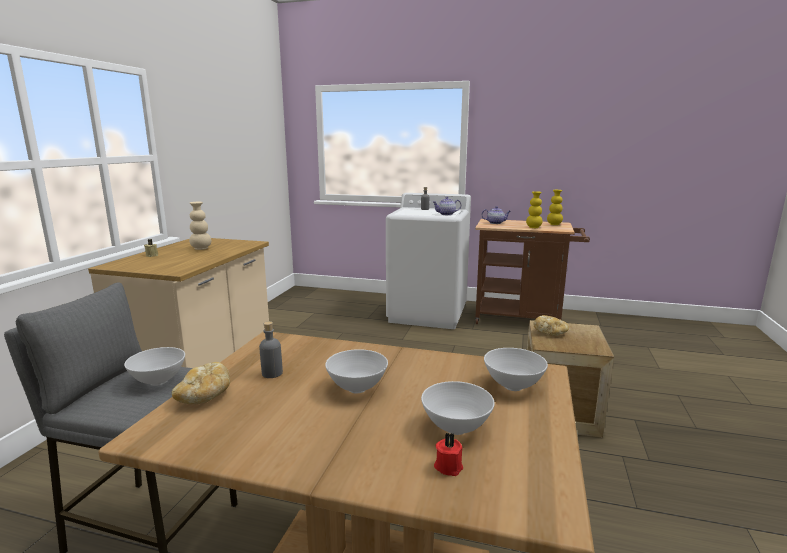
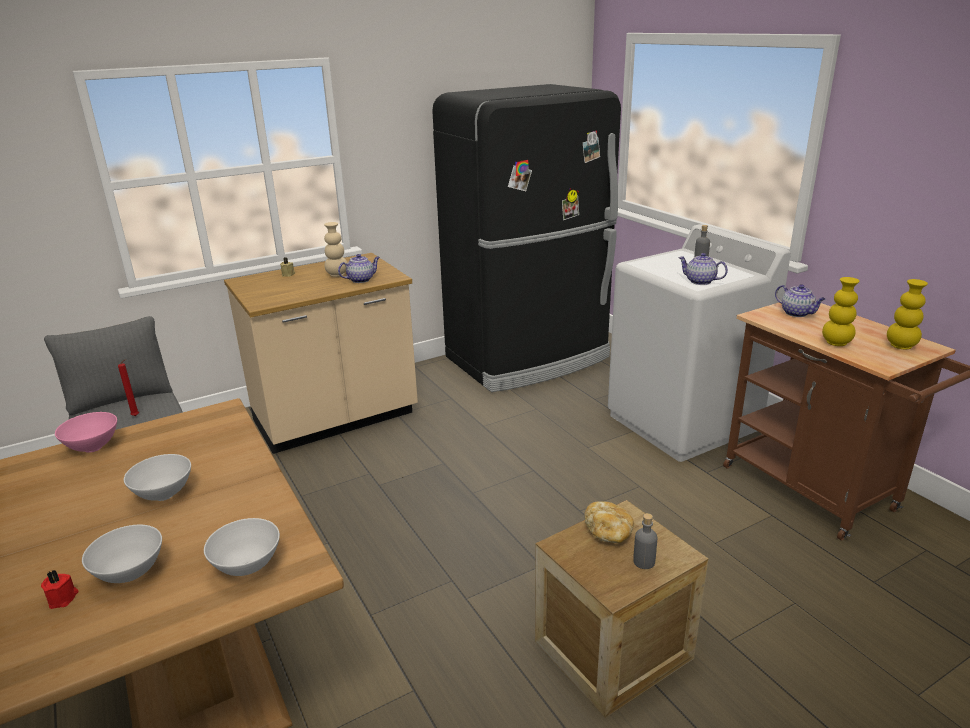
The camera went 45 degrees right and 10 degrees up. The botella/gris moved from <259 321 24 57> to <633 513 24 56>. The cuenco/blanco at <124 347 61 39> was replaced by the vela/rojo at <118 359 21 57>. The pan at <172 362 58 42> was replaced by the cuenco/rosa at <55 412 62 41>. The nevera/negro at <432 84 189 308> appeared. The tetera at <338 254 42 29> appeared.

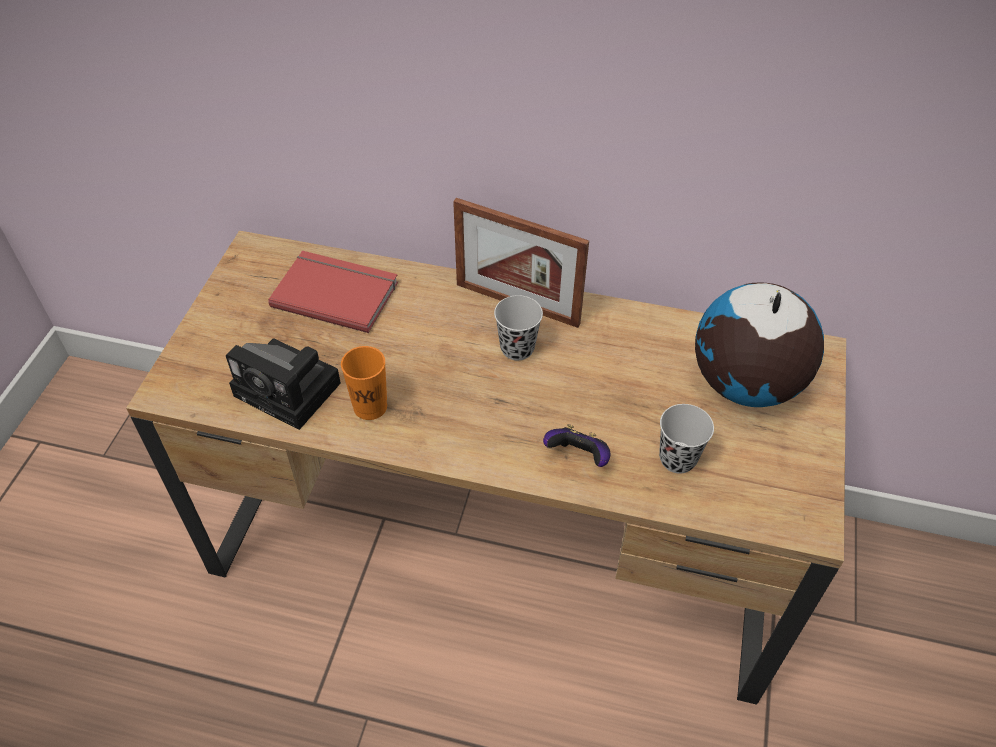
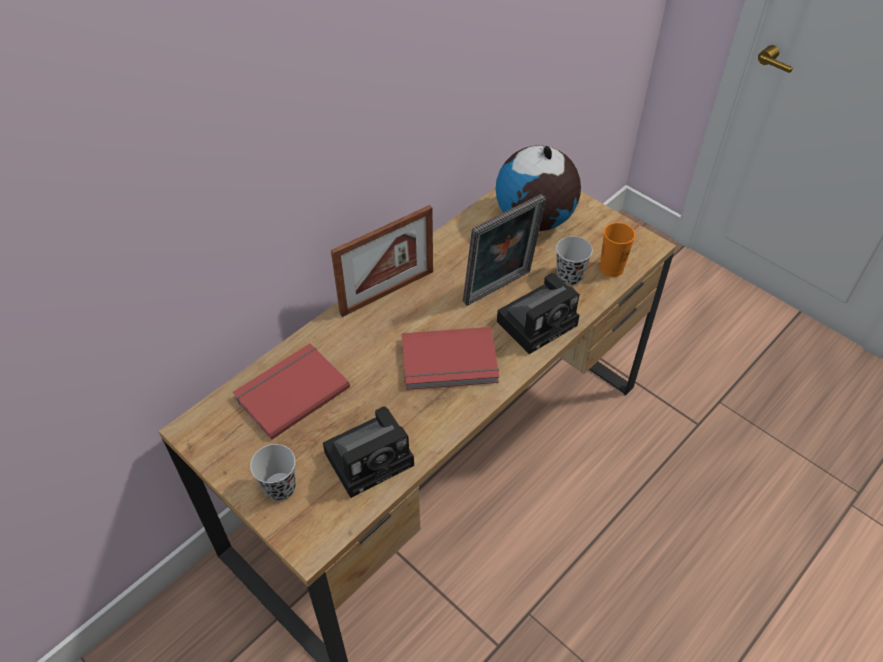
The camera went 60 degrees left and 0 degrees up. The taza/negro moved from <494 295 49 65> to <250 444 46 57>. The taza/naranja moved from <341 346 46 74> to <600 222 35 55>. The mando de consola at <543 424 68 43> was replaced by the cámara at <497 273 83 81>. The portarretratos at <463 194 83 112> appeared. The libro/rojo at <402 327 97 63> appeared.

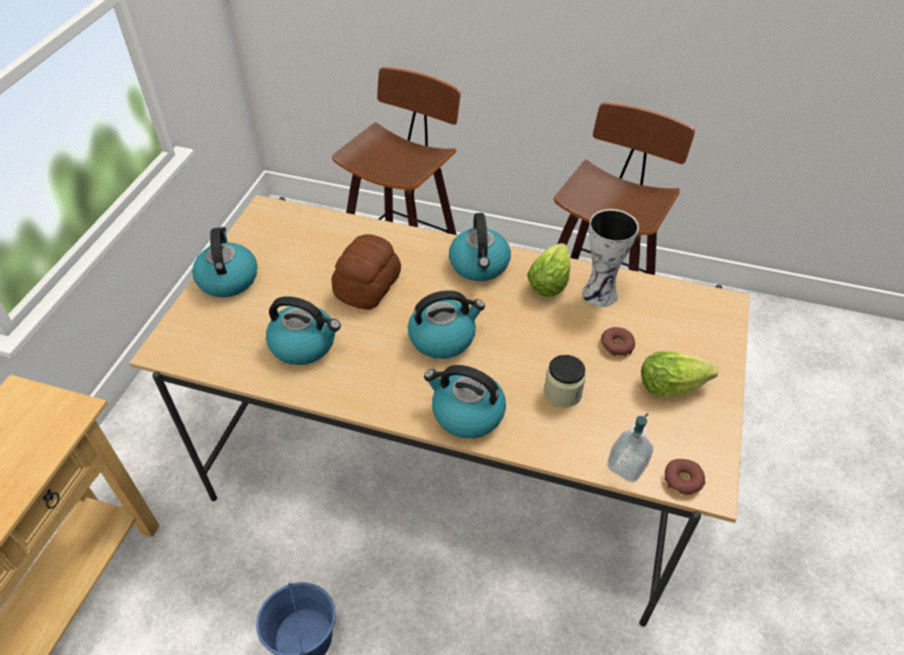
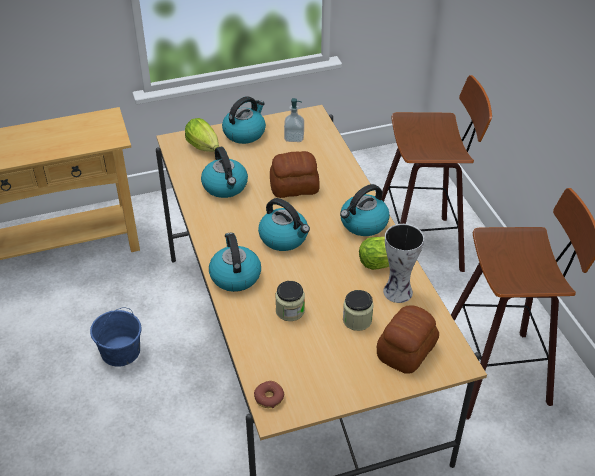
The camera went 55 degrees right and 5 degrees down. The rosquilla at <601 327 34 29> was replaced by the tarro at <343 290 31 41>. The lechuga moved from <641 351 77 45> to <185 118 34 34>. The dispensador de jabón moved from <607 413 46 69> to <284 98 20 44>. The pan at <377 306 62 68> appeared.

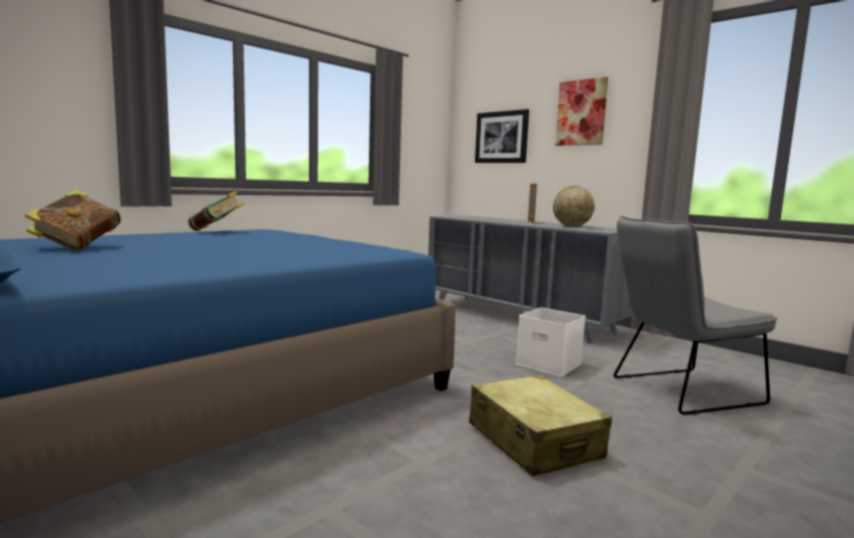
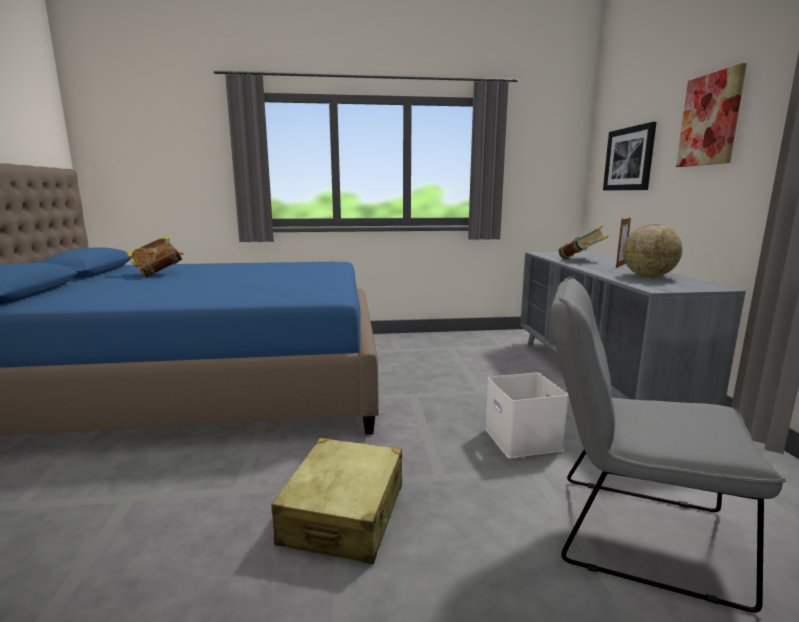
The camera went 40 degrees right and 5 degrees up. The libro moved from <188 191 56 40> to <558 226 51 33>.

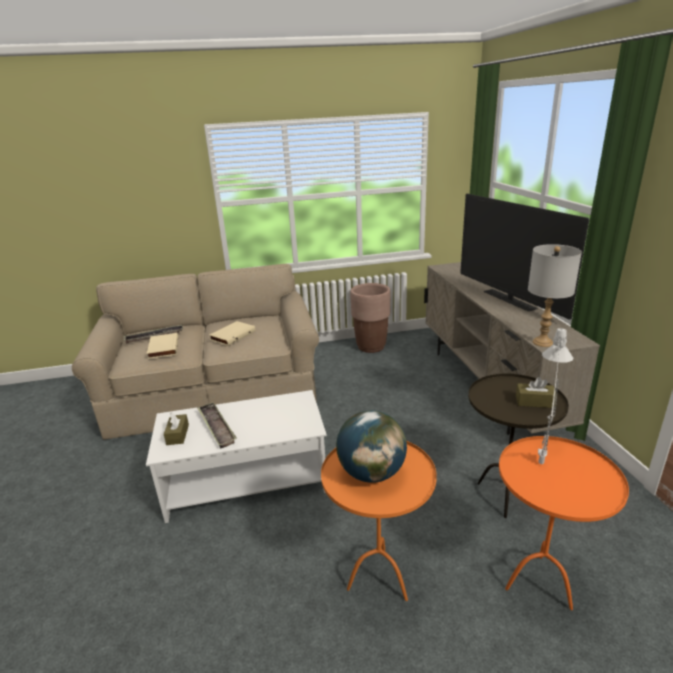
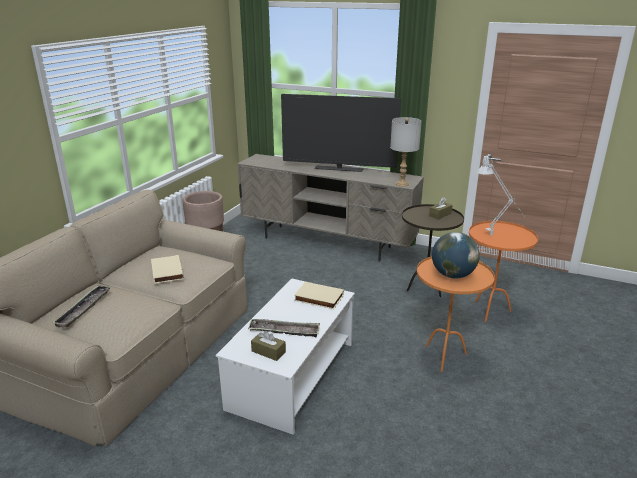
The camera went 55 degrees left and 0 degrees up. The libro/beis moved from <147 333 31 26> to <294 282 50 27>.

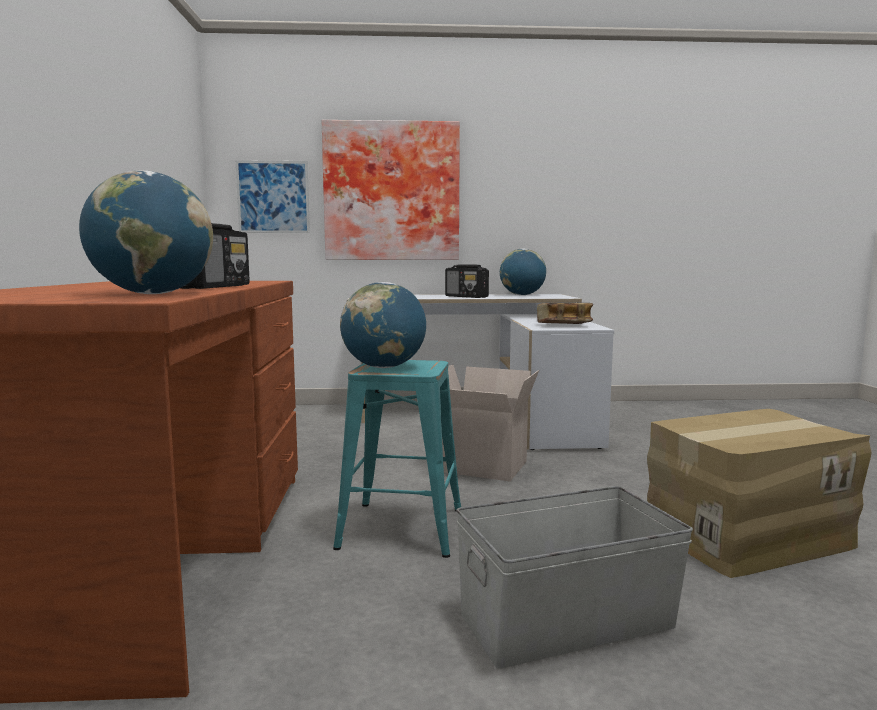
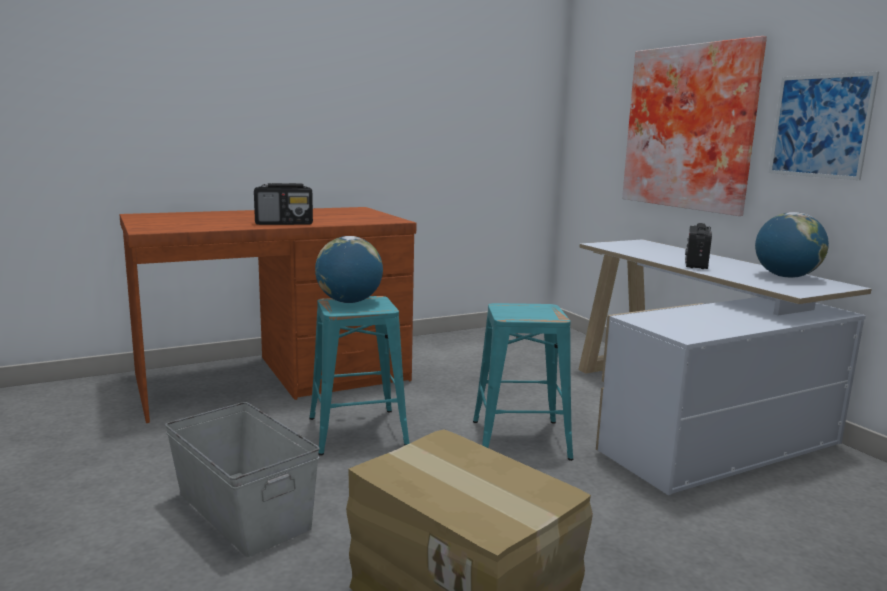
The camera went 65 degrees right and 5 degrees up. The cuadro moved from <236 160 74 73> to <769 72 110 108>. The globo terráqueo at <79 171 134 123> disappeared. The libro at <537 303 56 21> disappeared. The caja de cartón at <442 365 97 116> was replaced by the taburete/turquesa at <473 303 100 158>.

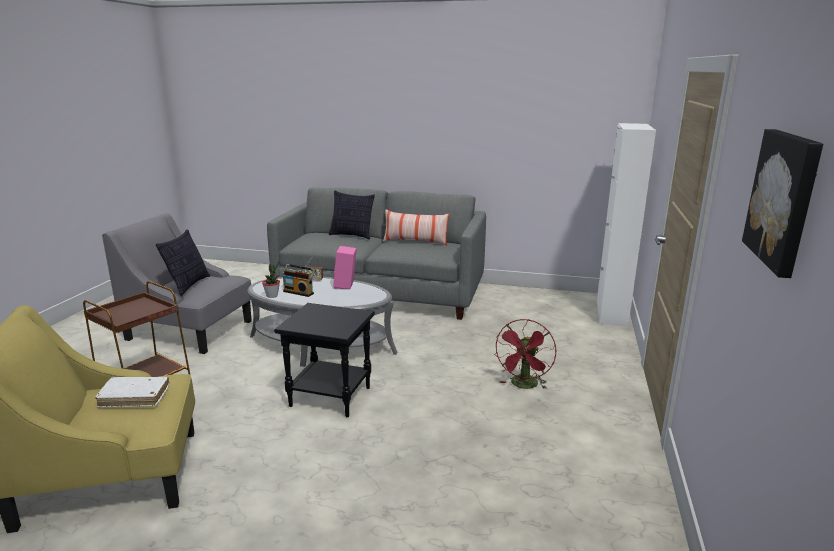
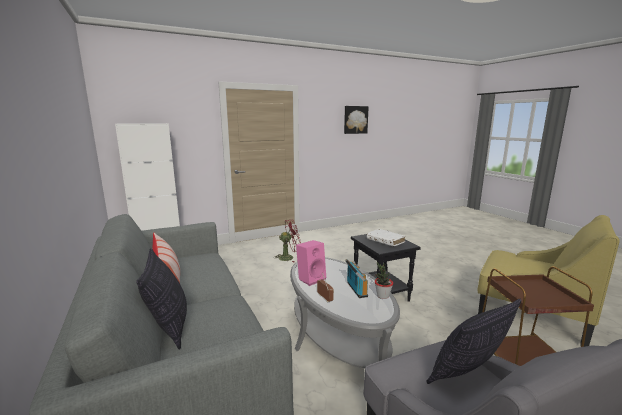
The camera went 130 degrees left and 5 degrees down. The libro/blanco moved from <95 377 74 31> to <367 229 38 17>.

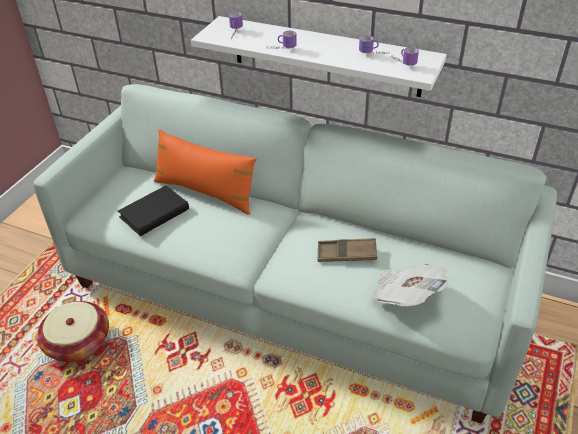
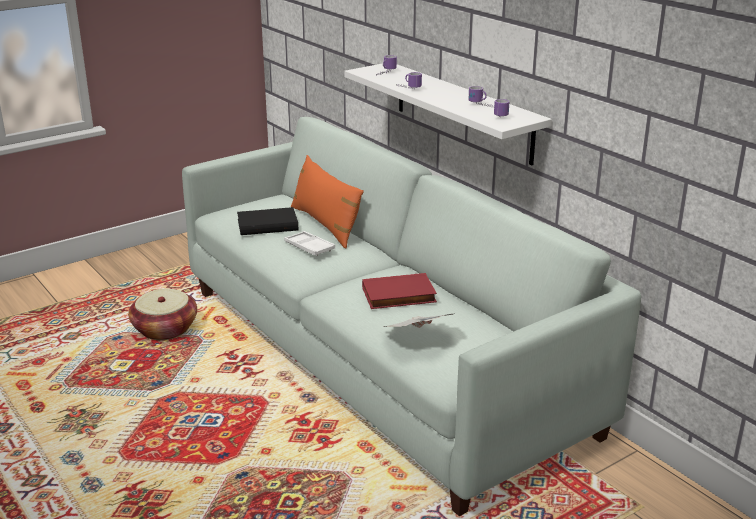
The camera went 30 degrees right and 15 degrees down. The bandeja/marrón at <318 238 59 24> was replaced by the libro/rojo at <362 273 75 36>. The bandeja/blanco at <284 231 51 25> appeared.

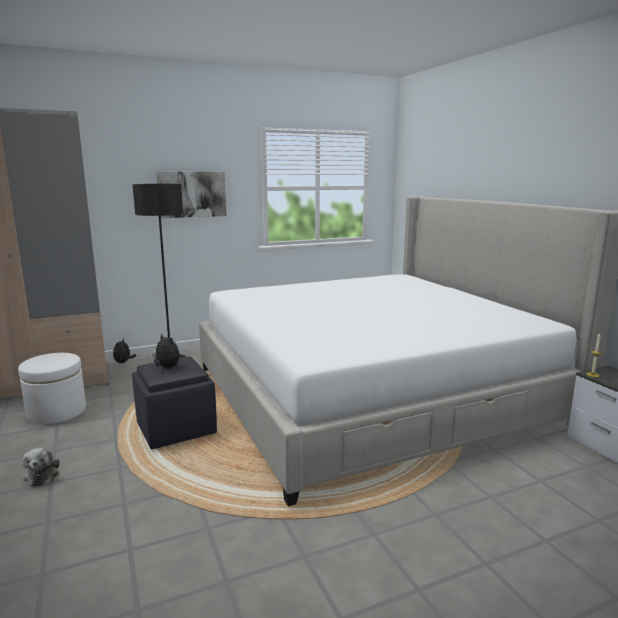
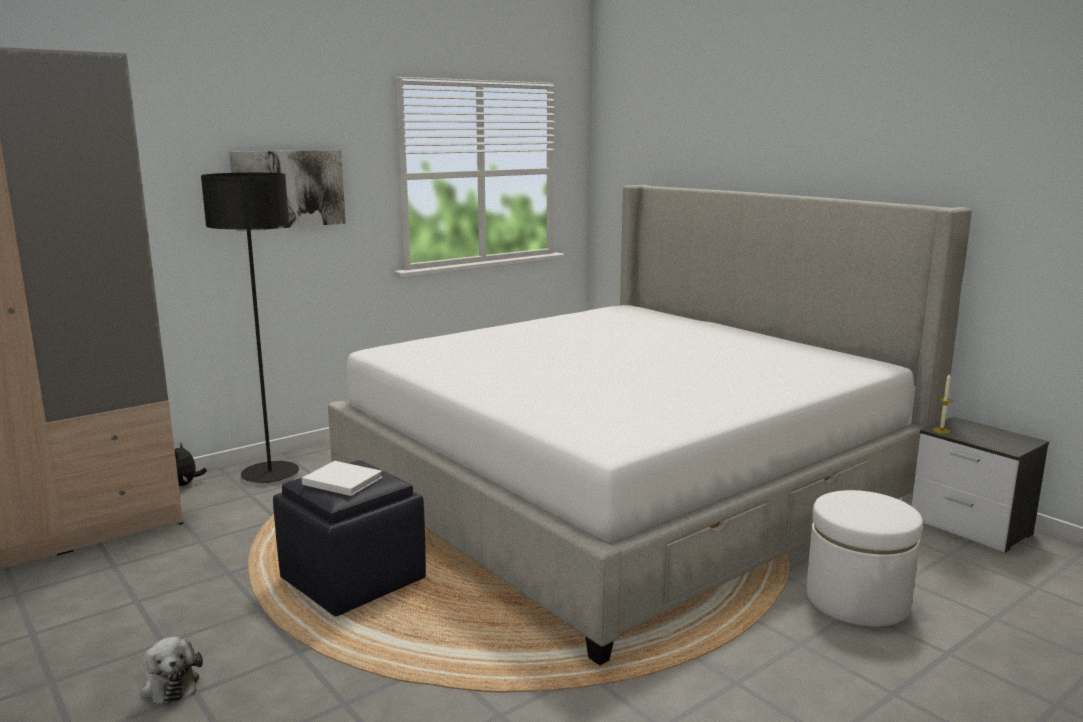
The camera went 15 degrees left and 0 degrees up. The peluche at <152 333 28 35> was replaced by the libro/blanco at <302 461 81 35>. The puf/blanco moved from <18 353 68 71> to <806 490 117 137>.

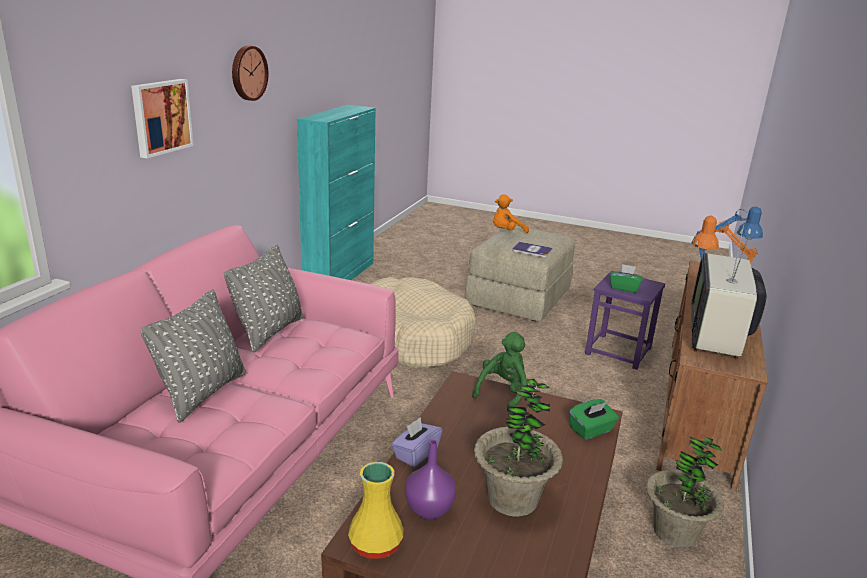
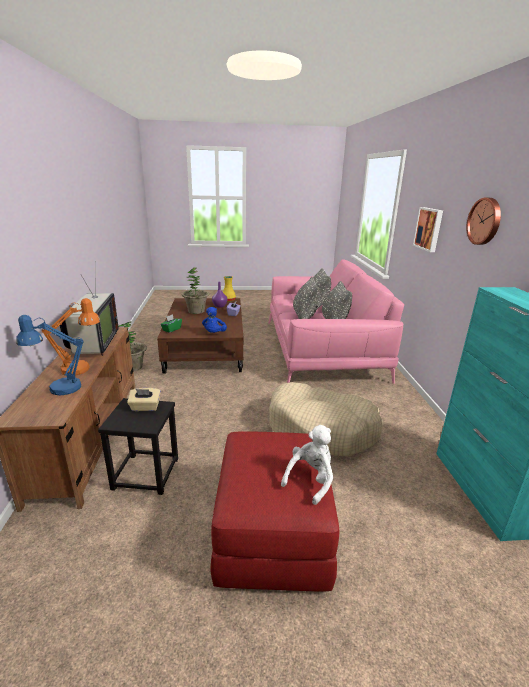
The camera went 155 degrees right and 0 degrees up. The peluche/naranja at <493 194 36 39> became the peluche/blanco at <281 425 52 80>. The puf/beis at <465 226 110 96> became the puf/rojo at <210 431 129 161>. The libro at <512 242 41 16> disappeared. The caja de pañuelos/verde at <610 264 33 29> became the caja de pañuelos/beis at <127 388 34 23>. The taburete/morado at <585 271 80 99> became the taburete/negro at <98 398 80 97>. The peluche/verde at <472 332 56 81> became the peluche/azul at <202 307 25 26>. The cojín/gris at <293 277 27 42> appeared.

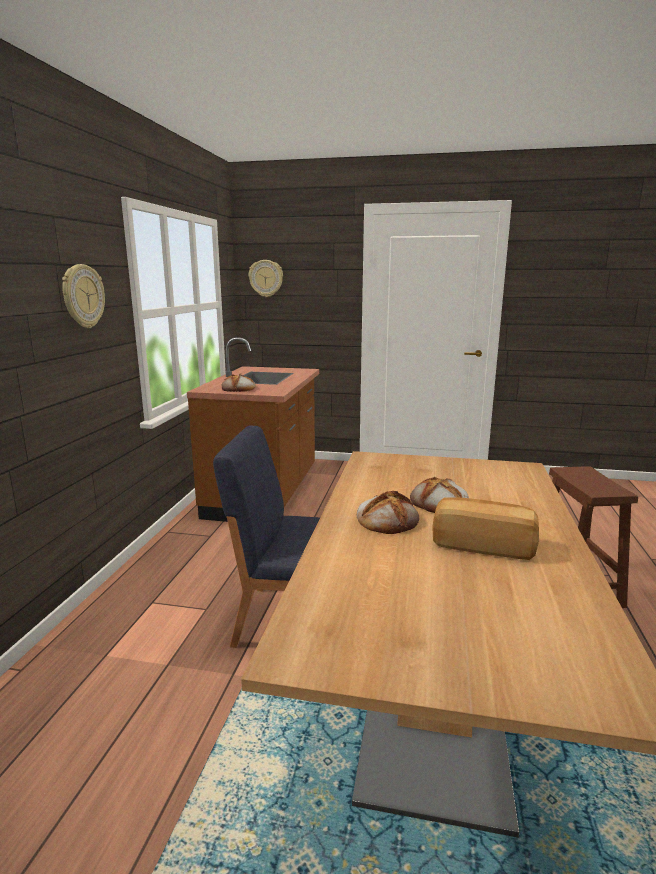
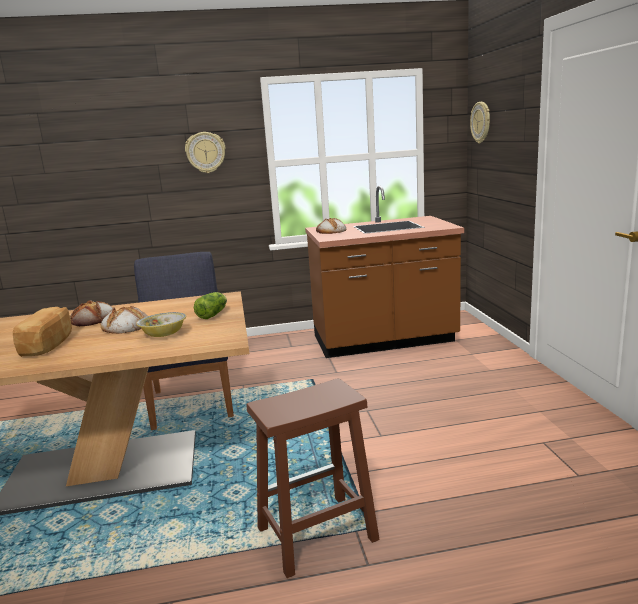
The camera went 70 degrees right and 0 degrees up. The lechuga at <194 292 33 27> appeared. The cuenco at <136 312 50 25> appeared.

